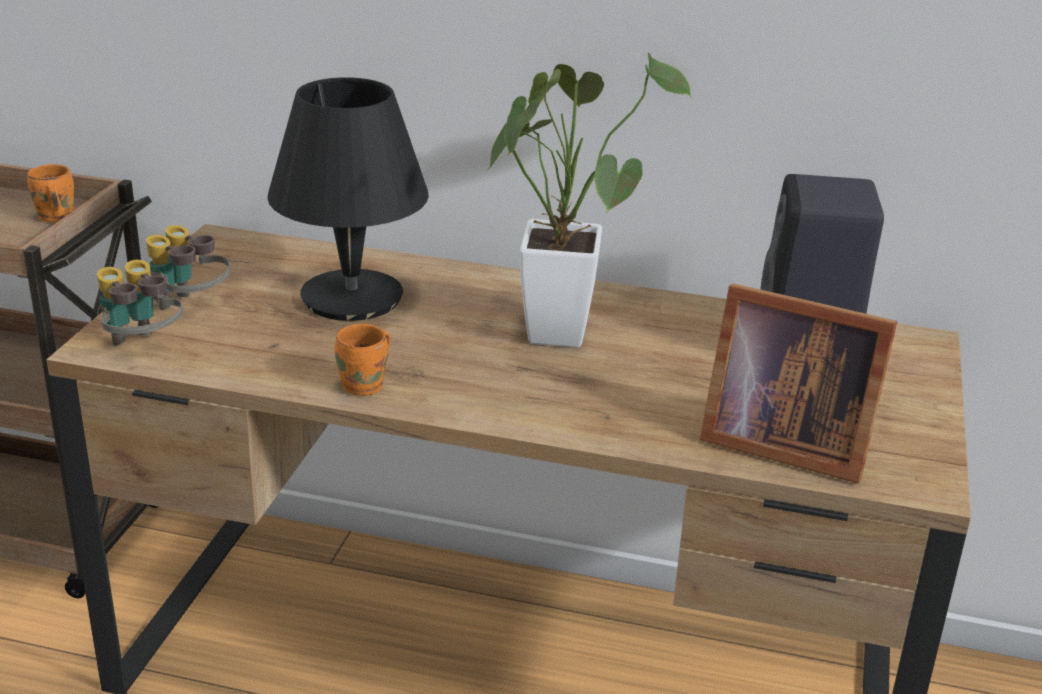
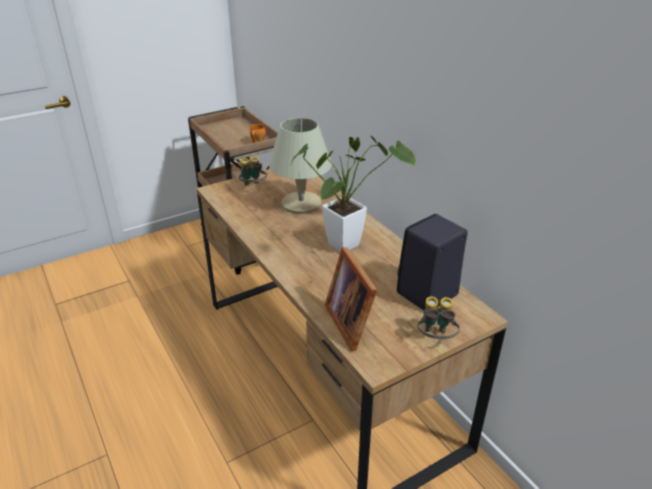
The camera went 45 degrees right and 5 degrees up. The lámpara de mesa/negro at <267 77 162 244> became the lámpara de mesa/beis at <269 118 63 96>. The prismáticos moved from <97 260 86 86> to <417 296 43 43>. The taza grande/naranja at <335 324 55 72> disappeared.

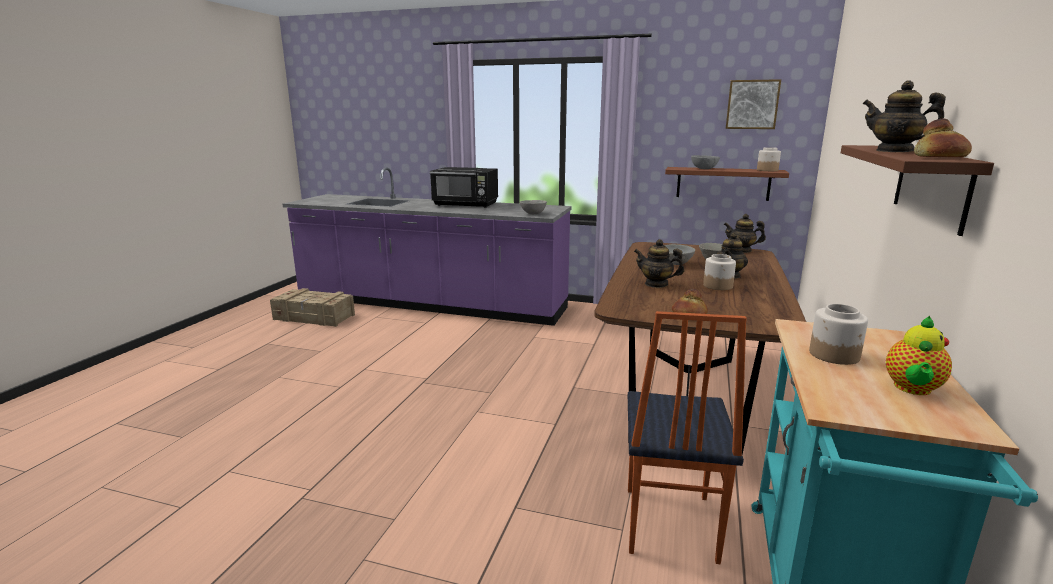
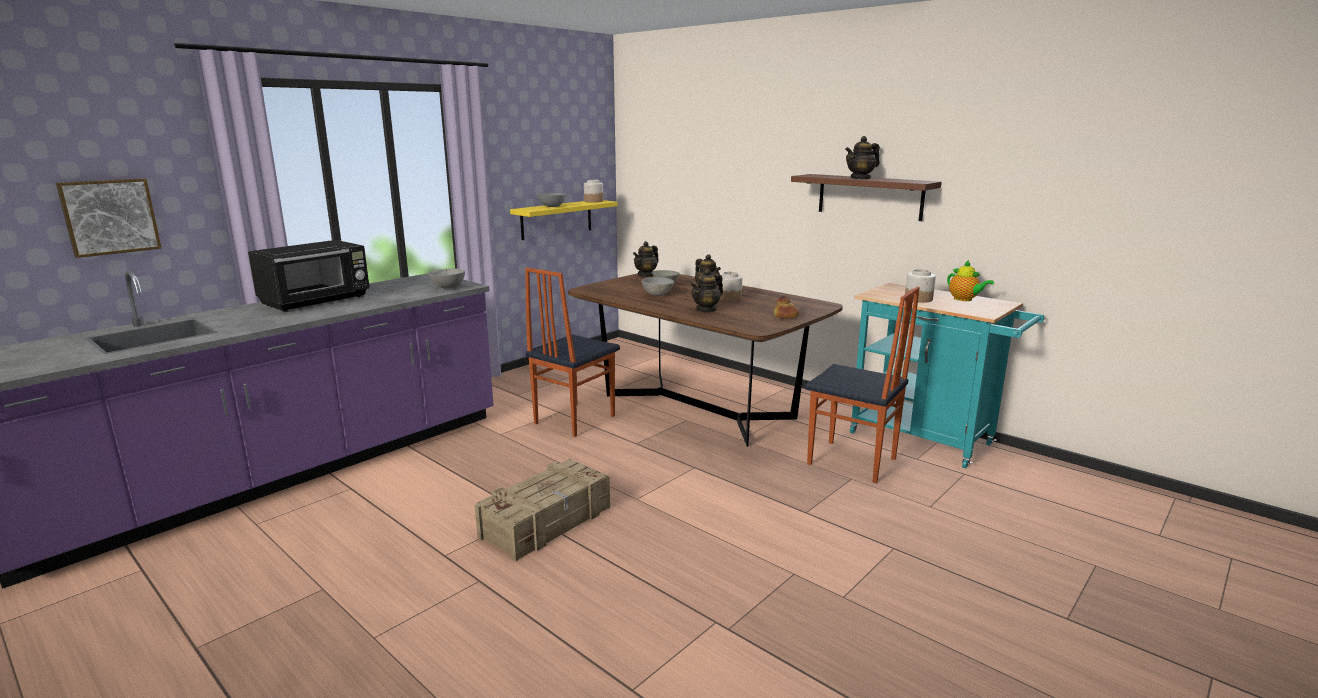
The camera went 65 degrees left and 0 degrees up. The cuadro moved from <726 79 55 50> to <56 178 106 80>. The pan at <914 119 58 38> disappeared. The estante/marrón at <665 167 124 34> became the estante/amarillo at <510 200 108 40>. The caja de embalaje moved from <270 288 85 39> to <475 459 135 102>. The silla at <525 268 95 169> appeared.

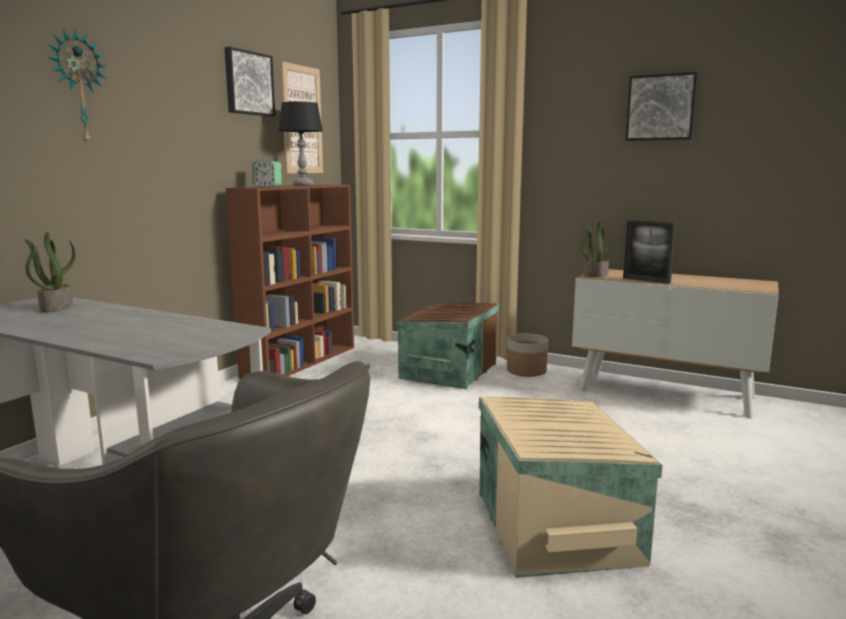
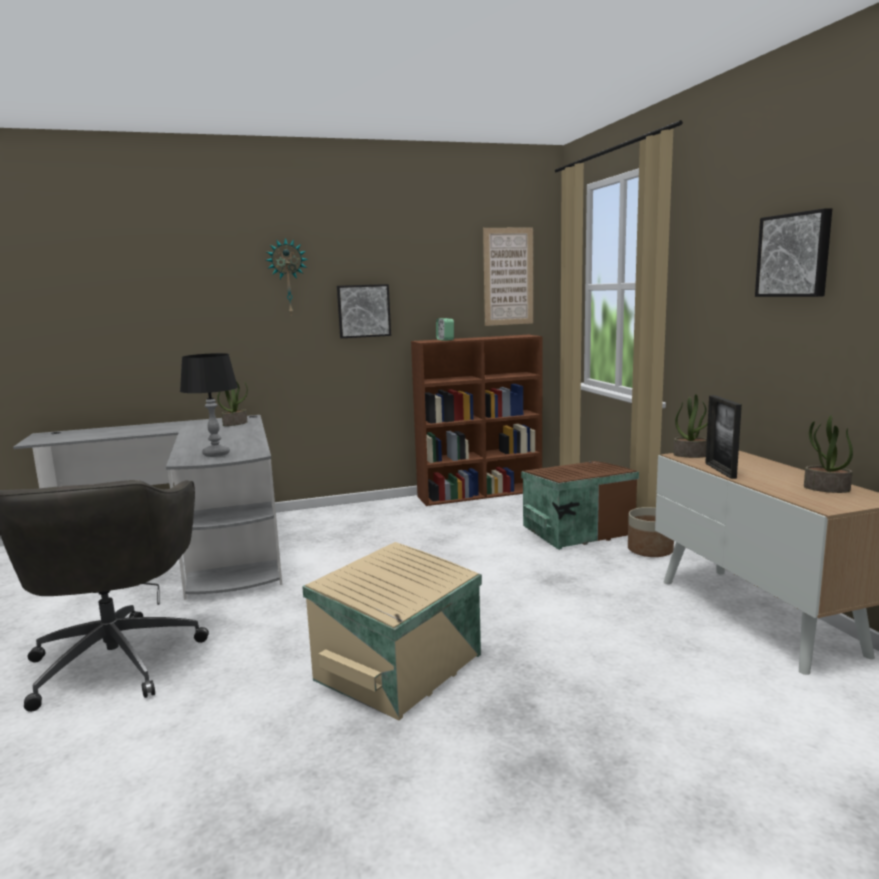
The camera went 45 degrees right and 0 degrees up. The cuadro moved from <224 47 51 70> to <337 284 54 54>. The lámpara de mesa/negro moved from <278 101 45 85> to <180 353 58 104>. The planta en maceta at <804 415 49 78> appeared.

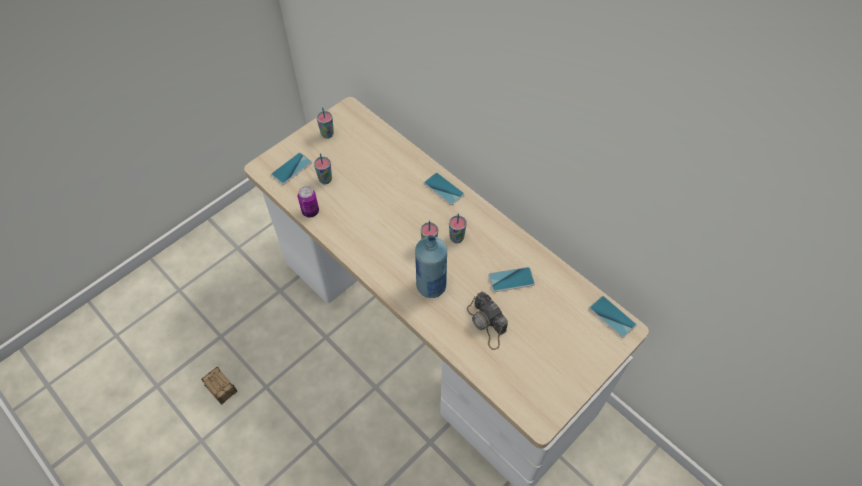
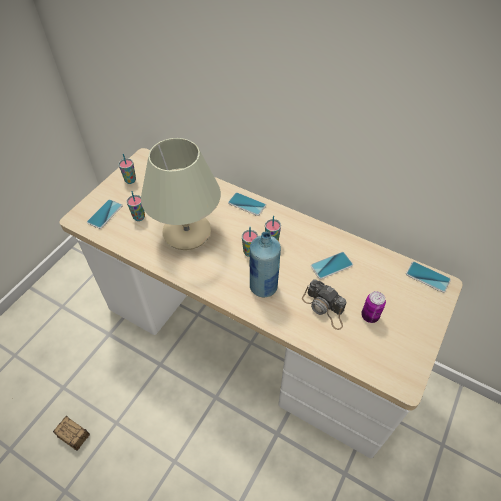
The camera went 15 degrees left and 5 degrees down. The lata moved from <298 186 21 32> to <361 291 25 32>. The lámpara de mesa/beis at <141 138 80 112> appeared.

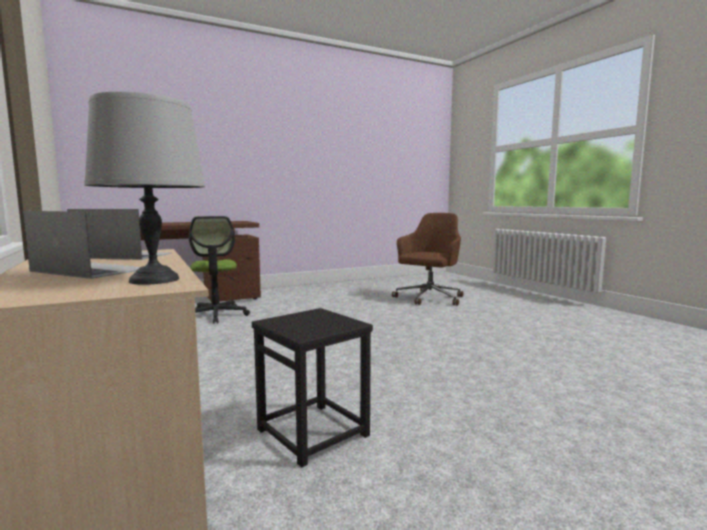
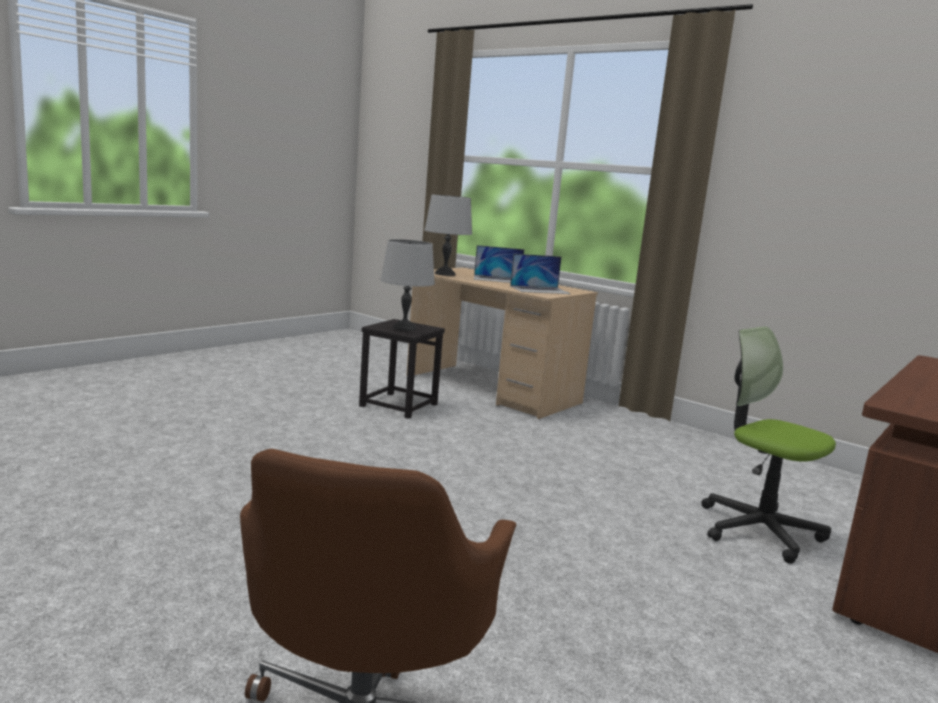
The camera went 155 degrees right and 5 degrees up. The lámpara de mesa/gris at <381 239 54 92> appeared.

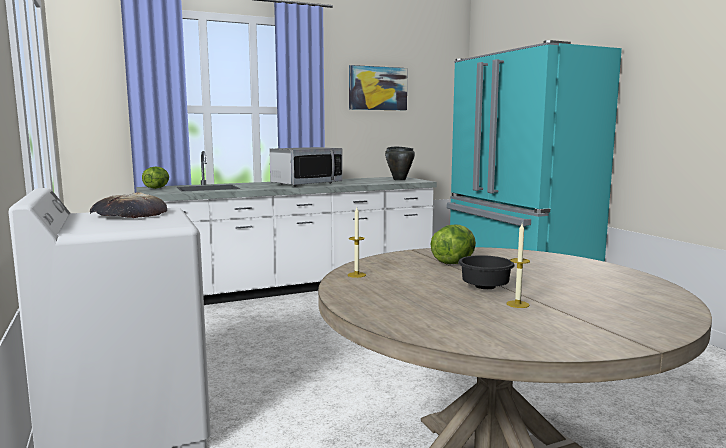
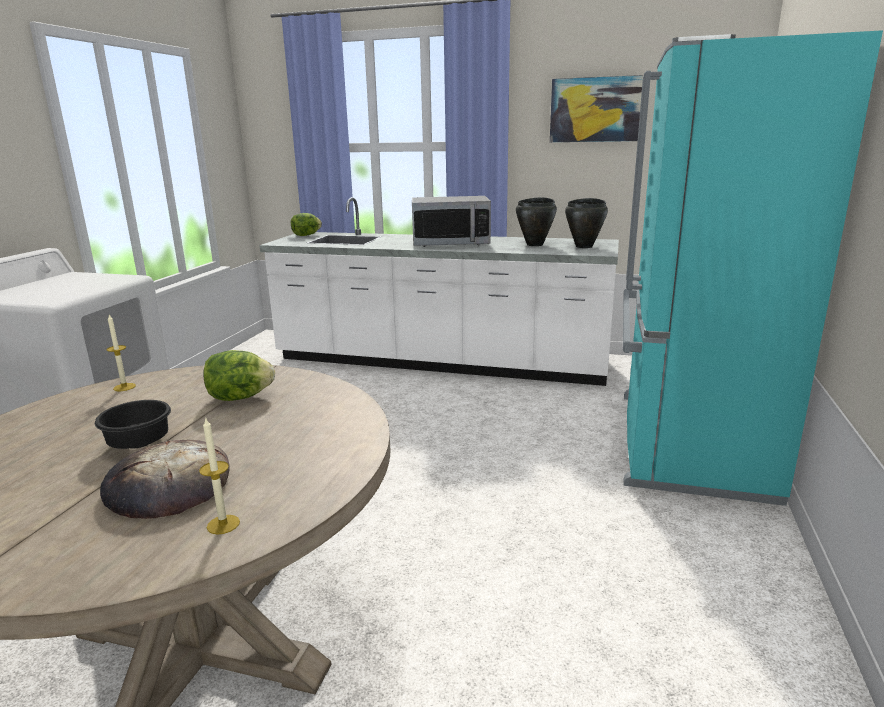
The camera went 40 degrees right and 10 degrees up. The pan moved from <90 192 77 26> to <100 440 130 79>. The vela moved from <506 224 24 84> to <199 417 41 118>. The olla/negro at <516 197 41 49> appeared.

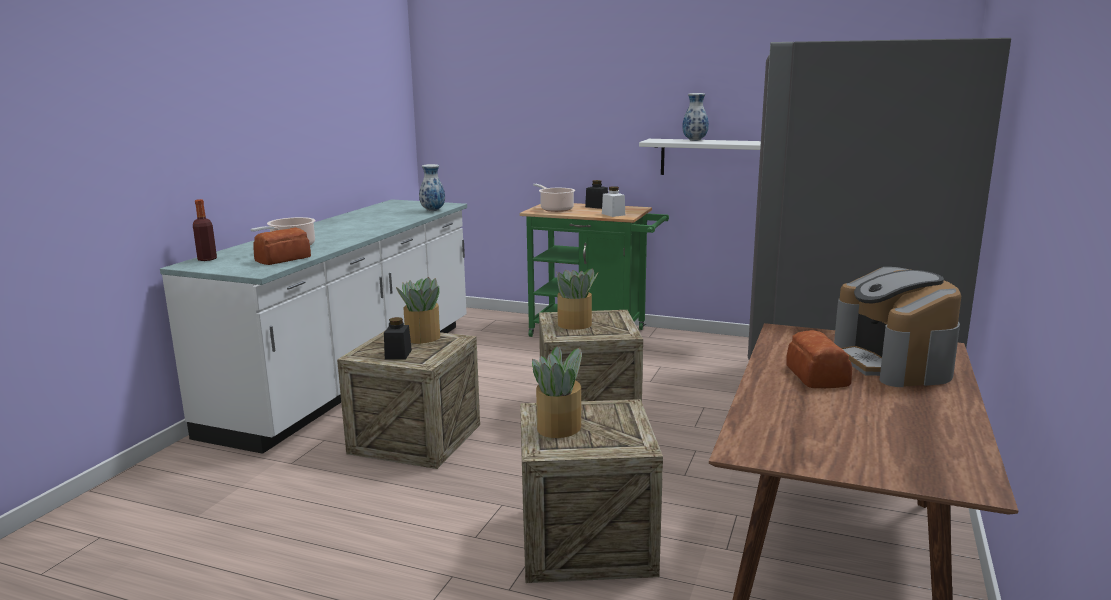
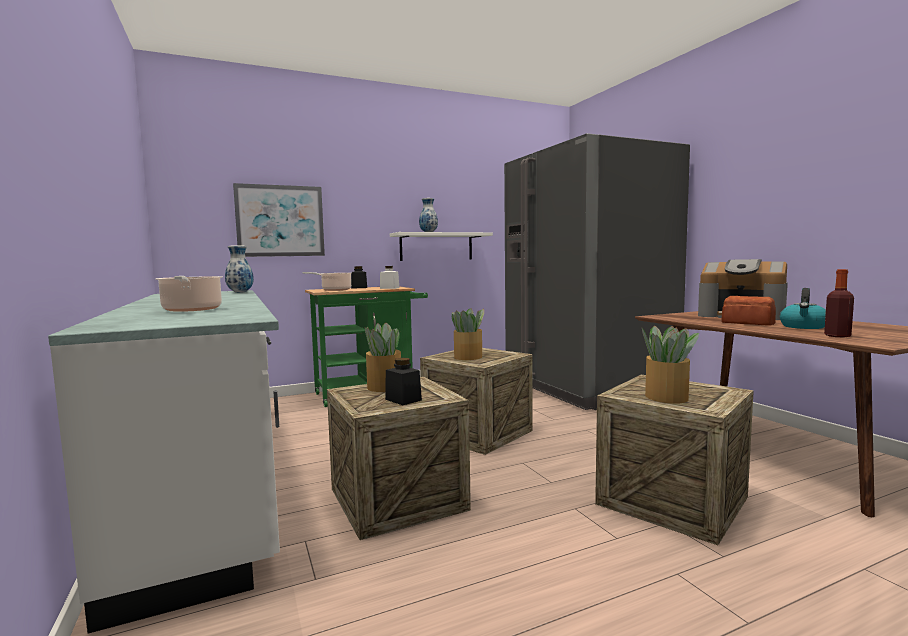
The camera went 45 degrees left and 10 degrees down. The botella moved from <193 199 24 62> to <824 269 30 69>. The pan at <253 227 58 38> disappeared. The cuadro at <233 183 92 74> appeared. The hervidor at <780 288 46 41> appeared.

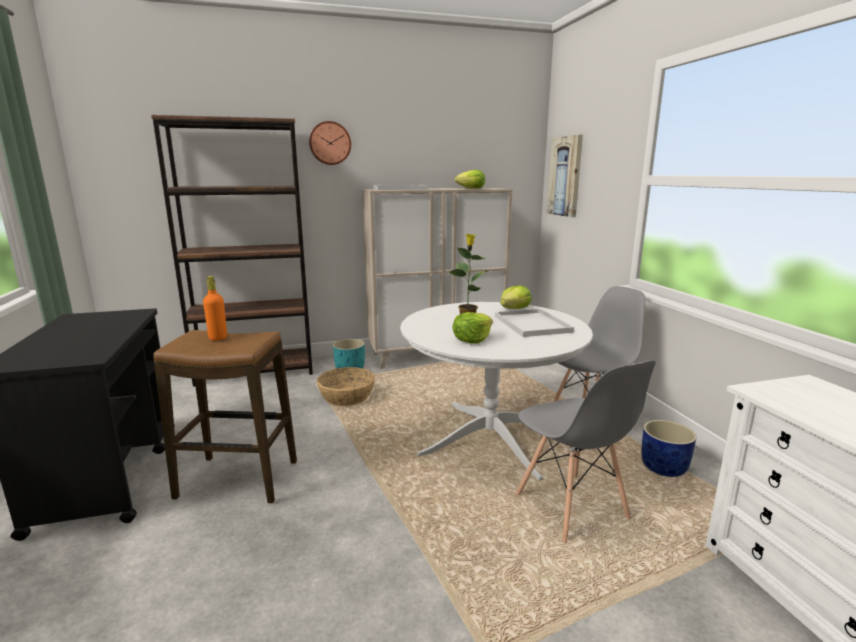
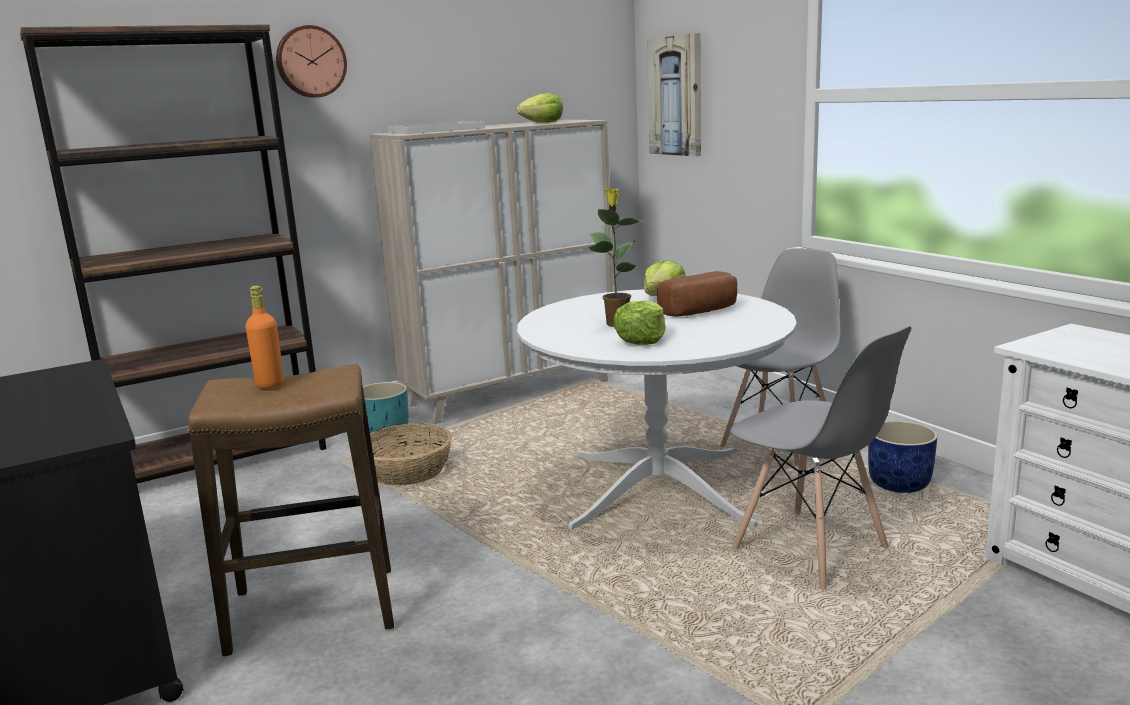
The camera went 15 degrees left and 0 degrees up. The bandeja/blanco at <495 309 79 28> was replaced by the pan at <657 271 80 46>.

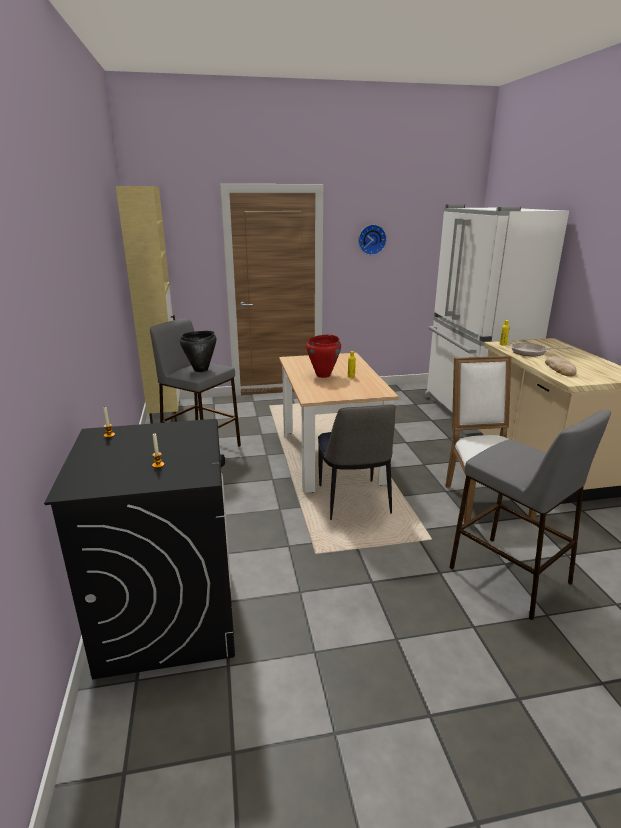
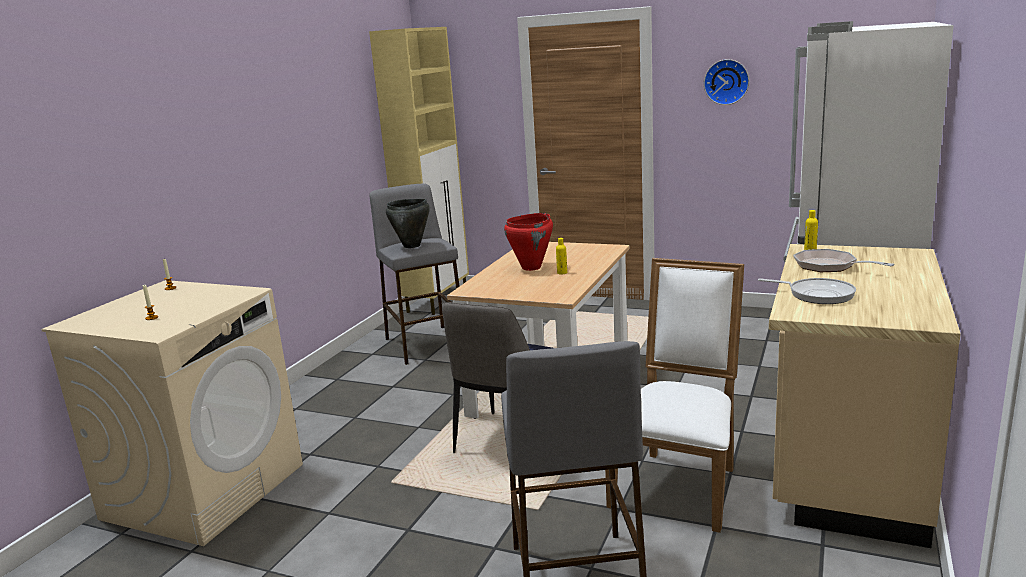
The camera went 35 degrees right and 5 degrees down. The pan at <545 356 31 20> was replaced by the sartén at <758 278 98 26>. The lavadora/negro at <44 419 191 260> became the lavadora/beis at <41 280 262 266>.

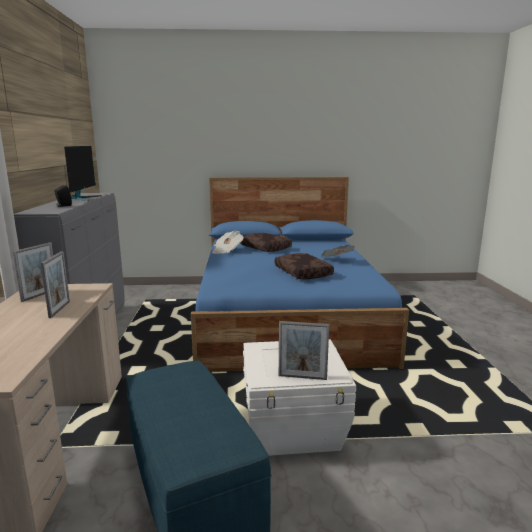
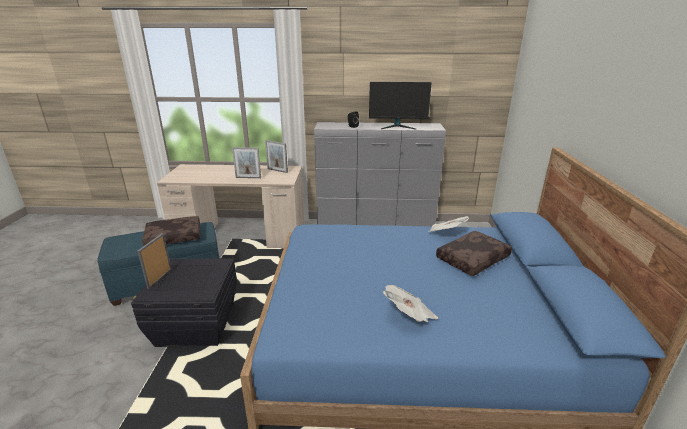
The camera went 95 degrees right and 10 degrees up. The cojín/marrón moved from <274 253 60 27> to <142 216 58 30>. The caja de almacenaje/blanco at <243 339 113 117> became the caja de almacenaje/negro at <131 258 106 89>.

